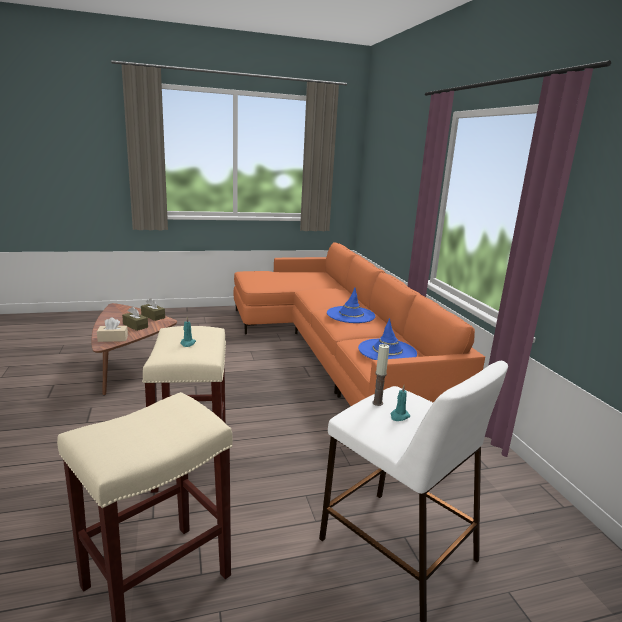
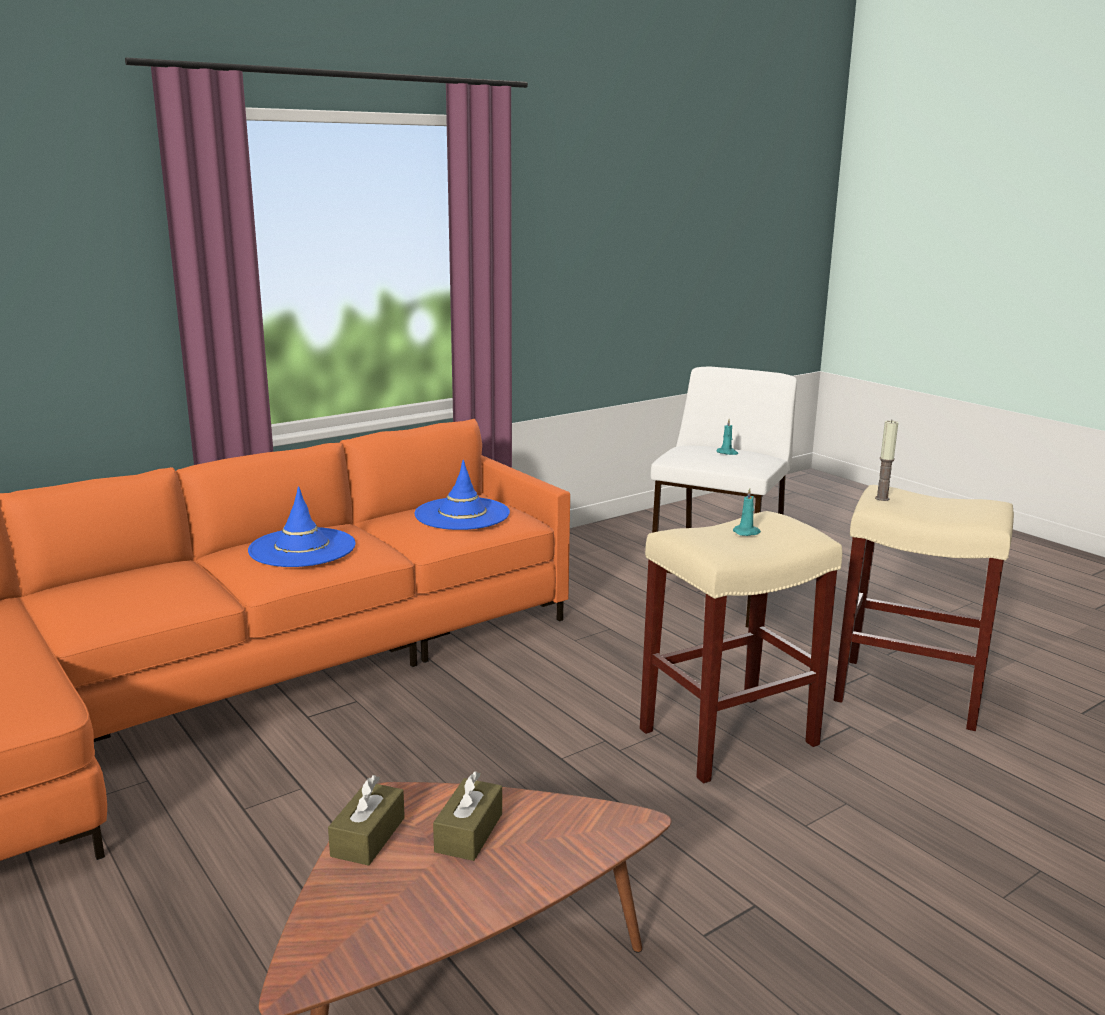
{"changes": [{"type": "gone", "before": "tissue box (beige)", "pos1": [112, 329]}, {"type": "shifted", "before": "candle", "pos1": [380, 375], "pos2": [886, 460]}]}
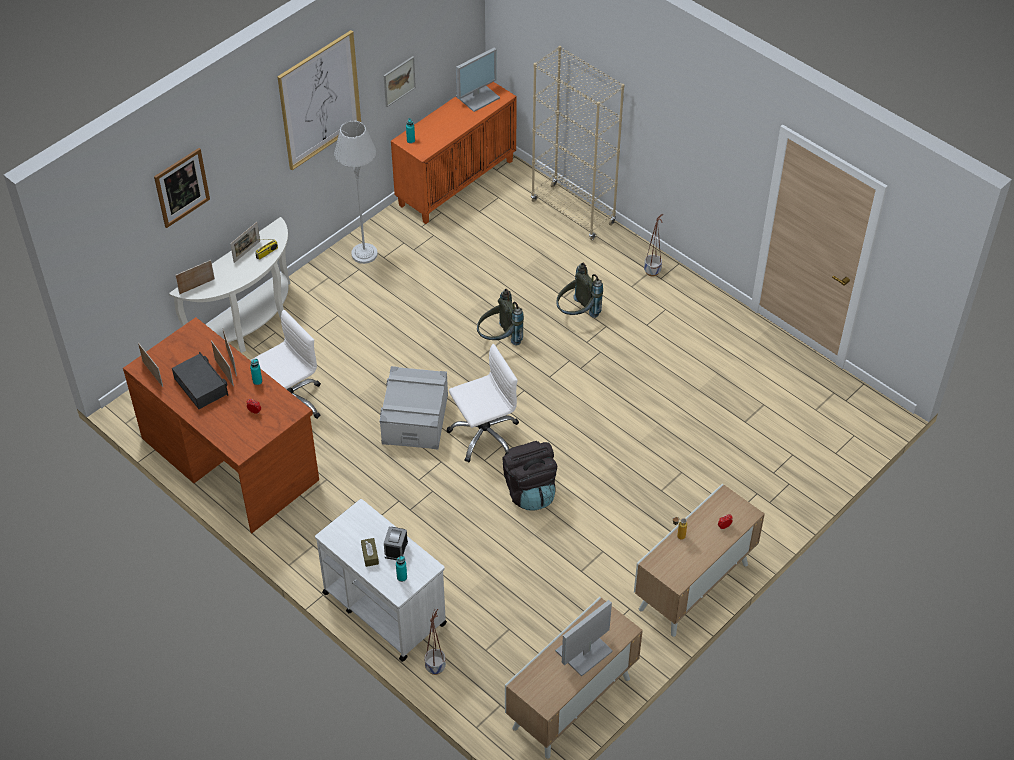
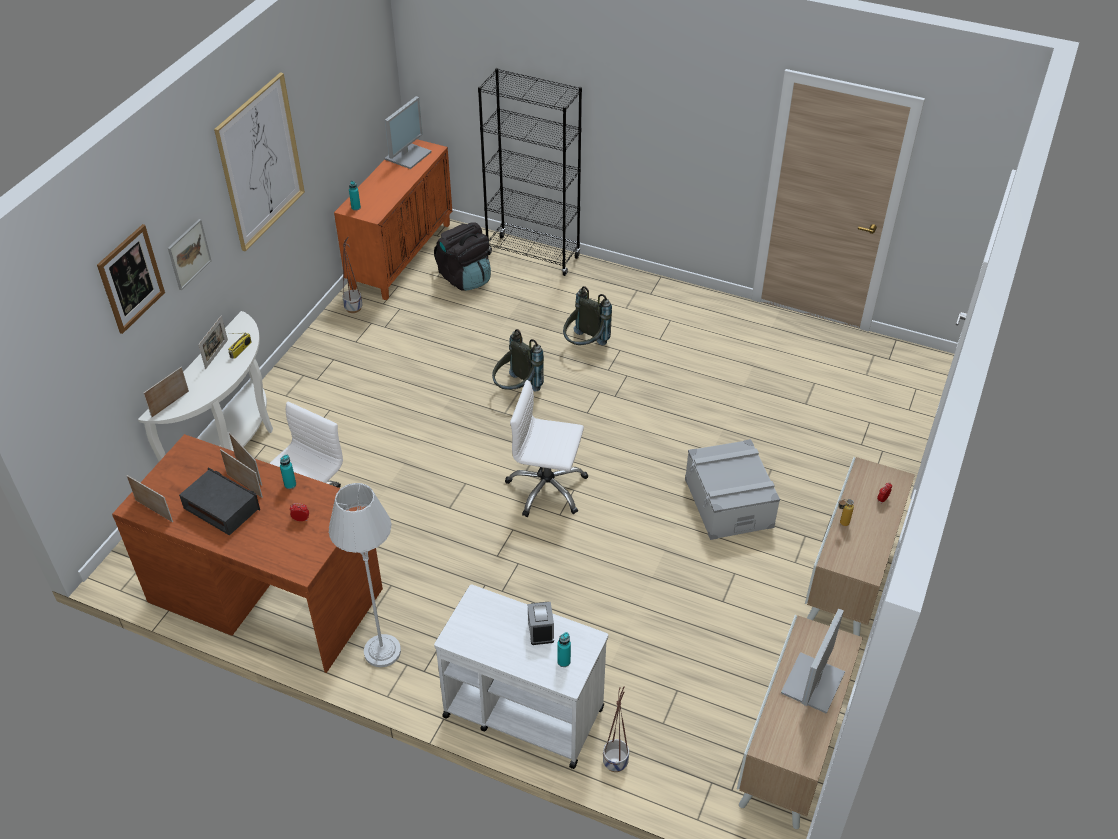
{"changes": [{"type": "shifted", "before": "floor lamp (grey)", "pos1": [356, 192], "pos2": [365, 575]}, {"type": "gone", "before": "tissue box (brown)", "pos1": [370, 552]}, {"type": "shifted", "before": "storage box (grey)", "pos1": [414, 407], "pos2": [732, 489]}, {"type": "shifted", "before": "picture", "pos1": [399, 81], "pos2": [190, 254]}, {"type": "rotated", "before": "office chair (white)", "pos1": [483, 403], "pos2": [546, 448], "turn": -120}, {"type": "shifted", "before": "backpack (black)", "pos1": [529, 476], "pos2": [462, 256]}, {"type": "repainted", "before": "bookcase (beige)", "after": "bookcase (black)", "pos1": [577, 143], "pos2": [530, 172]}, {"type": "shifted", "before": "planter", "pos1": [653, 245], "pos2": [352, 275]}]}
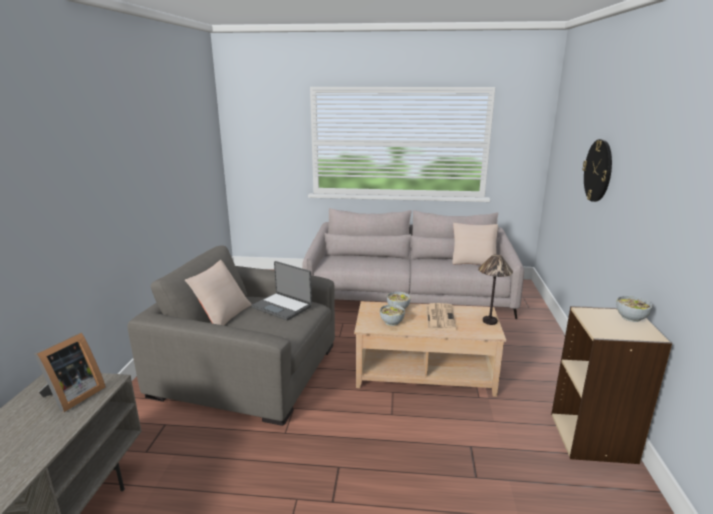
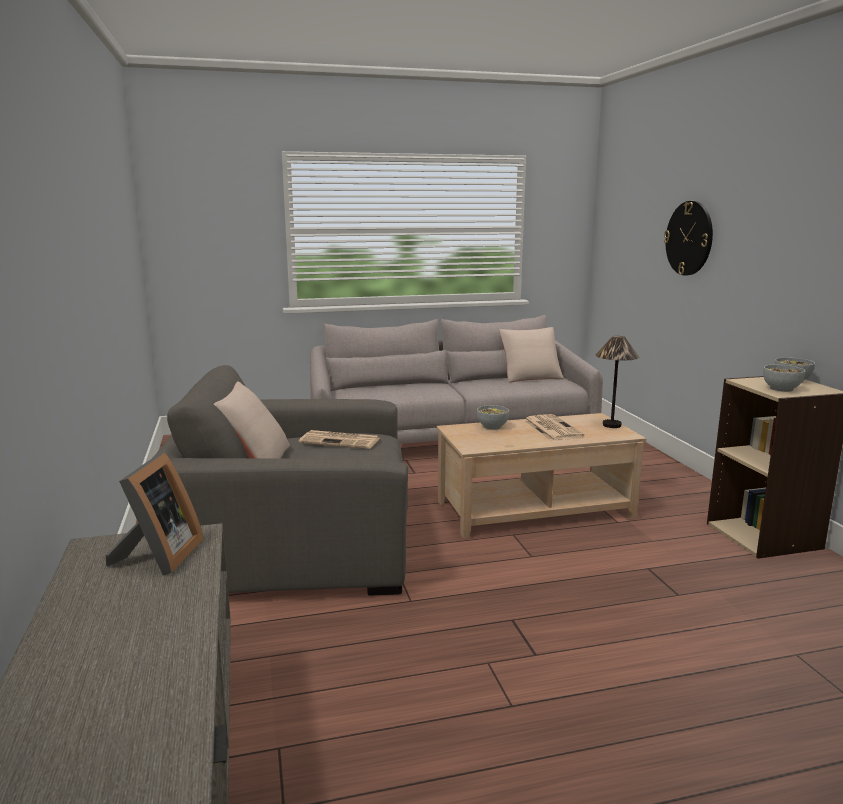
{"changes": [{"type": "swapped", "before": "laptop", "after": "newspaper", "pos1": [281, 291], "pos2": [339, 439]}, {"type": "shifted", "before": "bowl", "pos1": [392, 315], "pos2": [784, 378]}]}
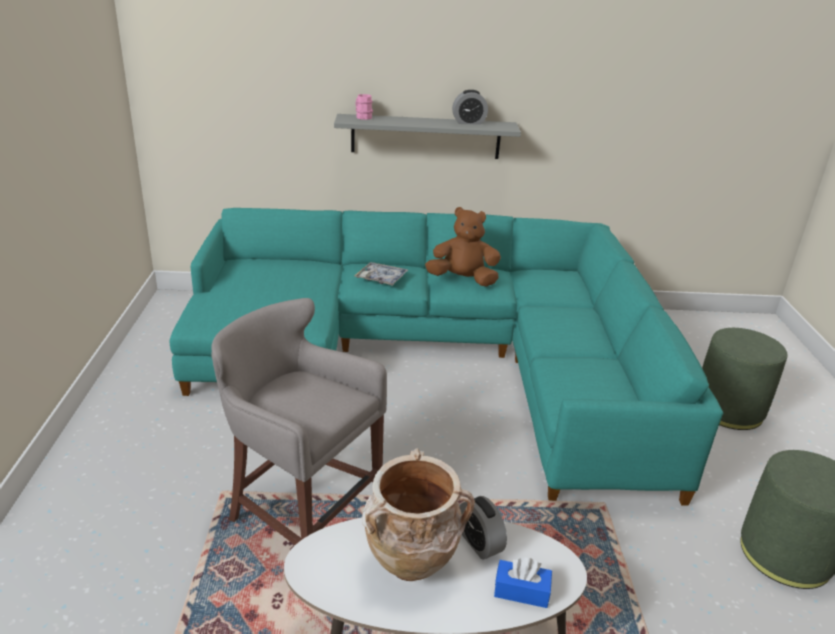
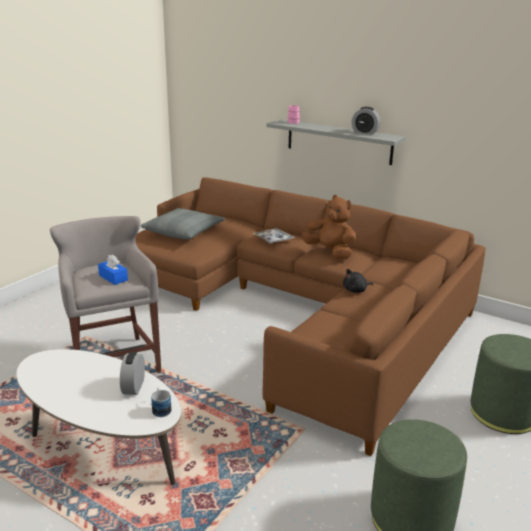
{"changes": [{"type": "repainted", "before": "sofa (turquoise)", "after": "sofa (brown)", "pos1": [446, 357], "pos2": [310, 316]}, {"type": "gone", "before": "vase (beige)", "pos1": [418, 514]}, {"type": "shifted", "before": "tissue box (blue)", "pos1": [523, 583], "pos2": [113, 270]}, {"type": "new", "after": "pillow (grey)", "pos2": [183, 223]}, {"type": "new", "after": "mug", "pos2": [161, 402]}, {"type": "new", "after": "plush toy (black)", "pos2": [358, 281]}]}
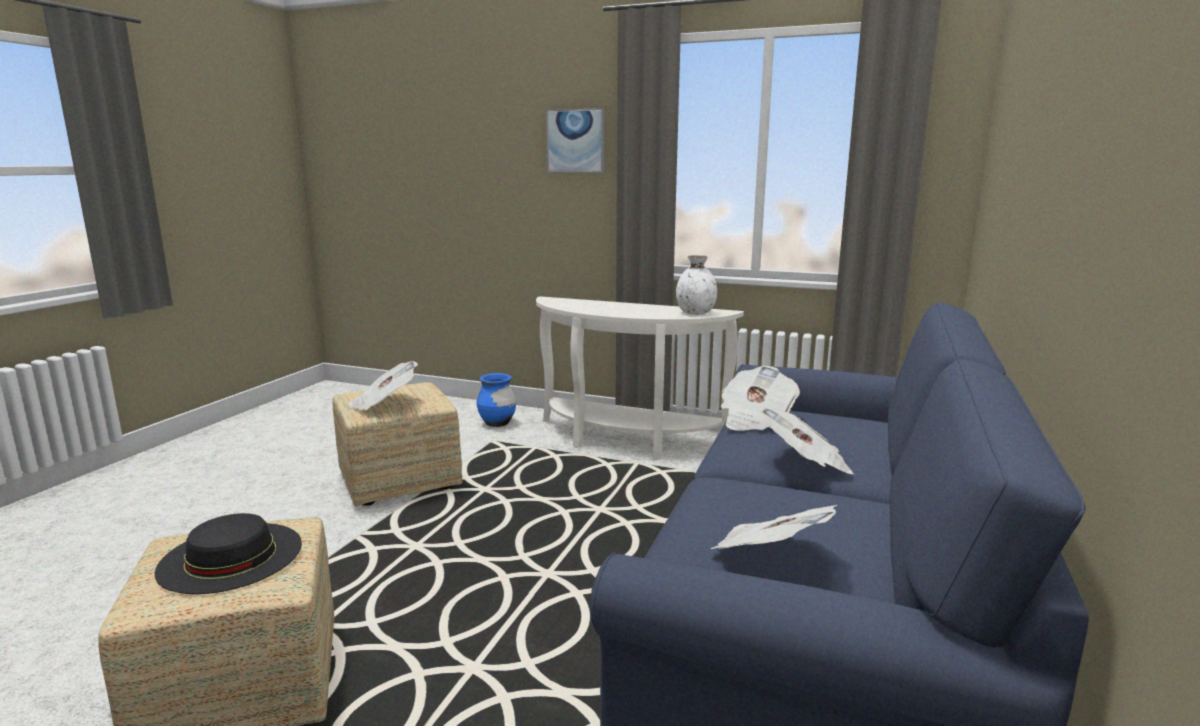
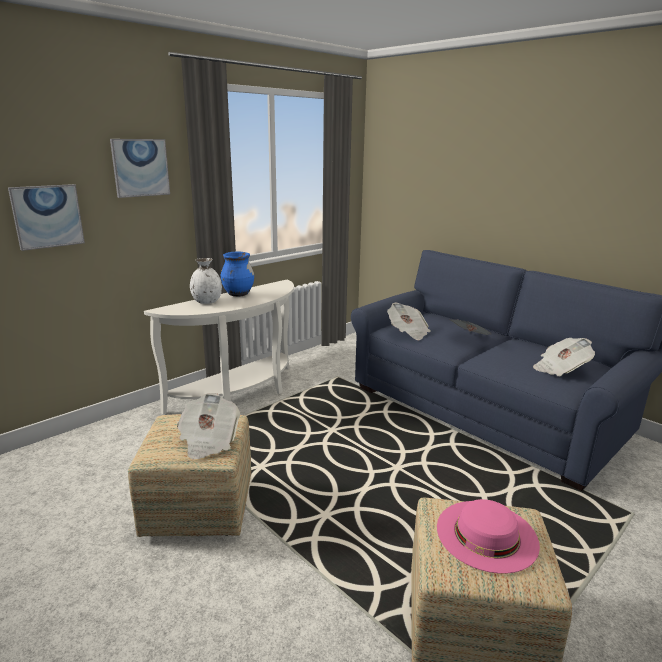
{"changes": [{"type": "repainted", "before": "hat (black)", "after": "hat (pink)", "pos1": [228, 553], "pos2": [488, 536]}, {"type": "shifted", "before": "vase (blue)", "pos1": [496, 400], "pos2": [237, 274]}, {"type": "shifted", "before": "vase (white)", "pos1": [696, 285], "pos2": [206, 281]}, {"type": "new", "after": "picture", "pos2": [46, 217]}]}
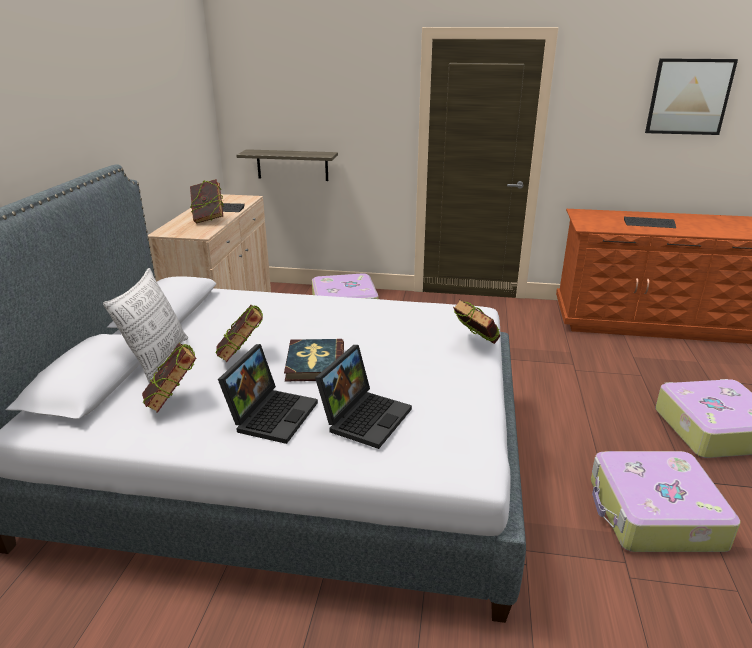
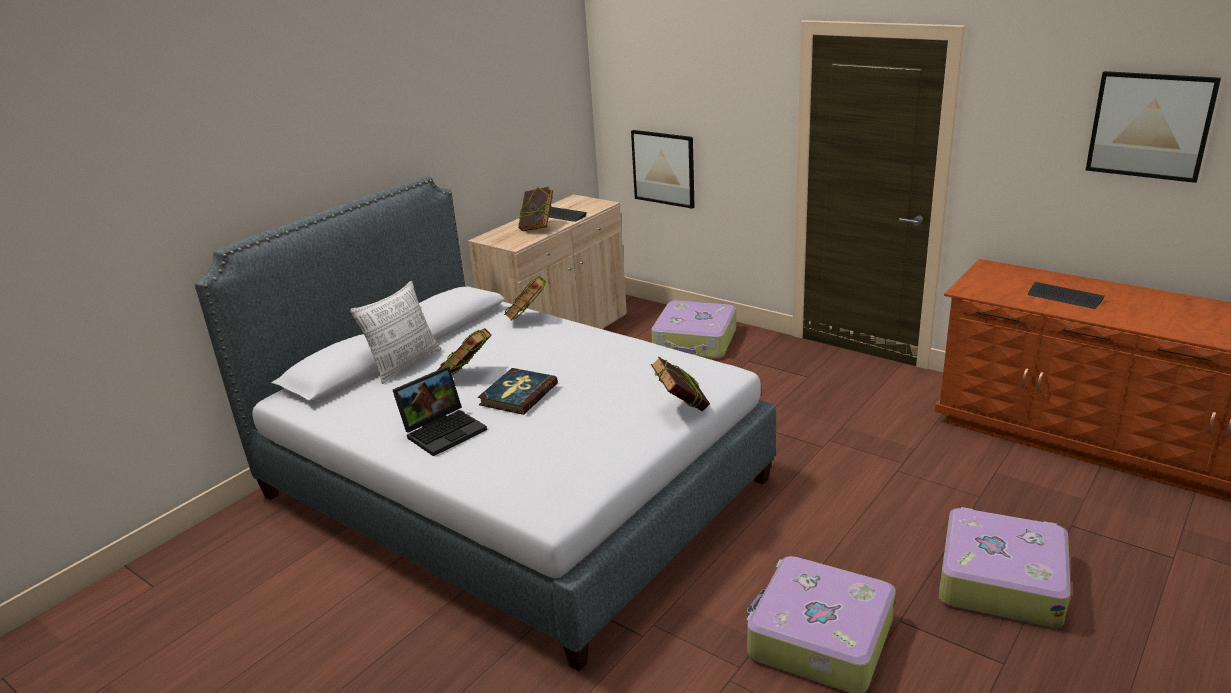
{"changes": [{"type": "shifted", "before": "book", "pos1": [169, 378], "pos2": [525, 298]}, {"type": "swapped", "before": "shelf", "after": "picture", "pos1": [287, 165], "pos2": [663, 169]}, {"type": "gone", "before": "laptop", "pos1": [363, 397]}]}
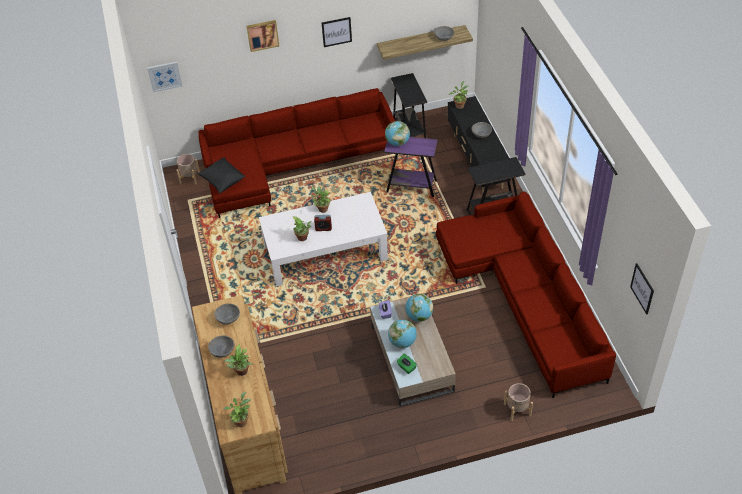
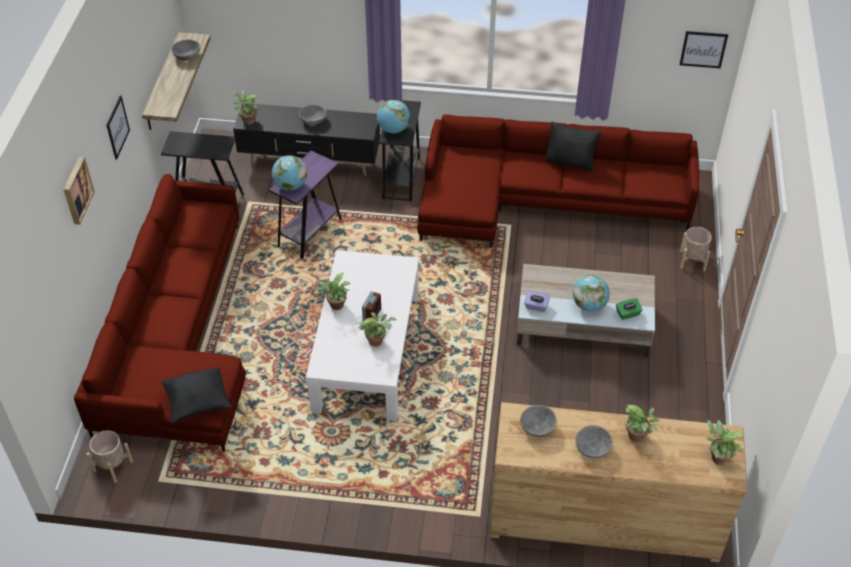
{"changes": [{"type": "gone", "before": "picture", "pos1": [164, 76]}, {"type": "shifted", "before": "globe", "pos1": [419, 308], "pos2": [393, 116]}, {"type": "new", "after": "pillow (black)", "pos2": [573, 147]}]}
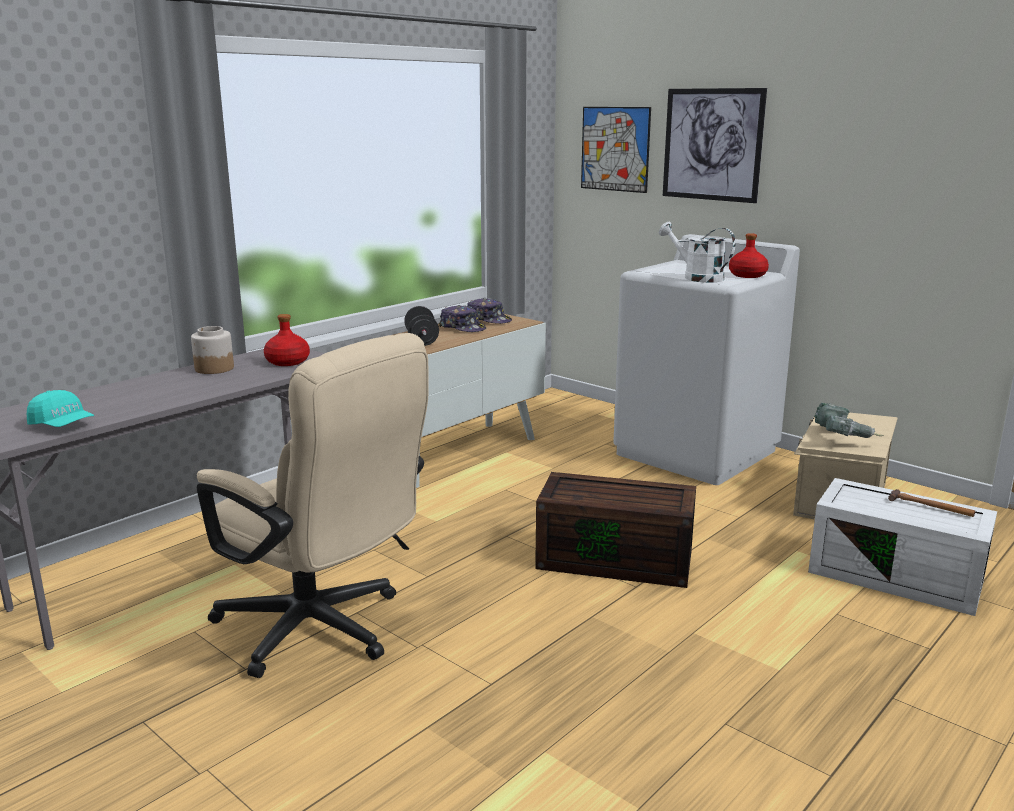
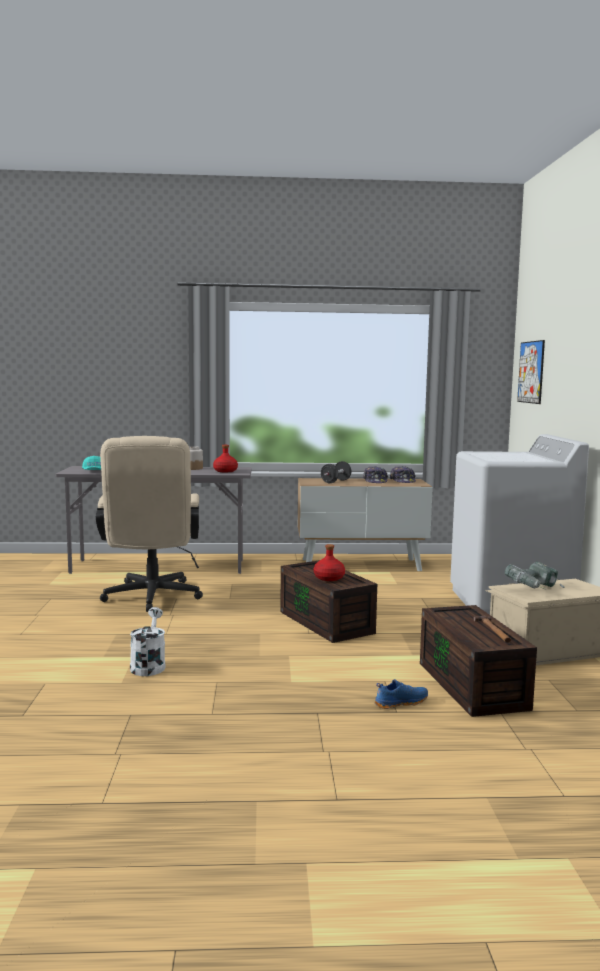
{"changes": [{"type": "shifted", "before": "watering can (white)", "pos1": [697, 252], "pos2": [147, 641]}, {"type": "gone", "before": "picture", "pos1": [715, 145]}, {"type": "shifted", "before": "bottle (red)", "pos1": [749, 255], "pos2": [329, 562]}, {"type": "repainted", "before": "storage box (white)", "after": "storage box (brown)", "pos1": [902, 547], "pos2": [478, 661]}, {"type": "new", "after": "shoe (blue)", "pos2": [401, 694]}]}
